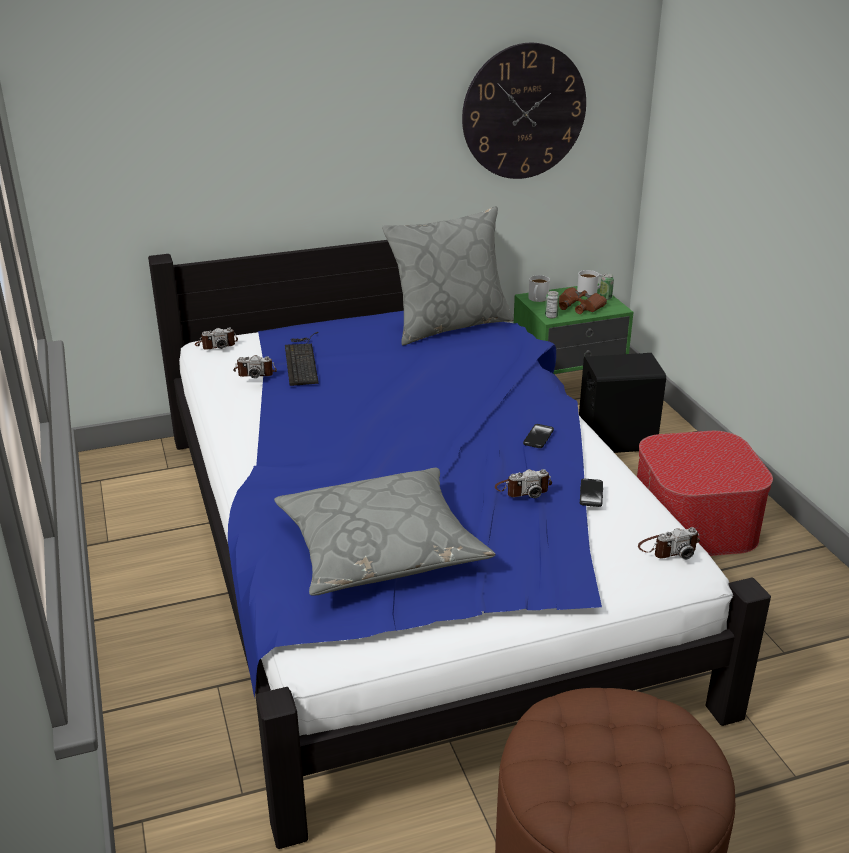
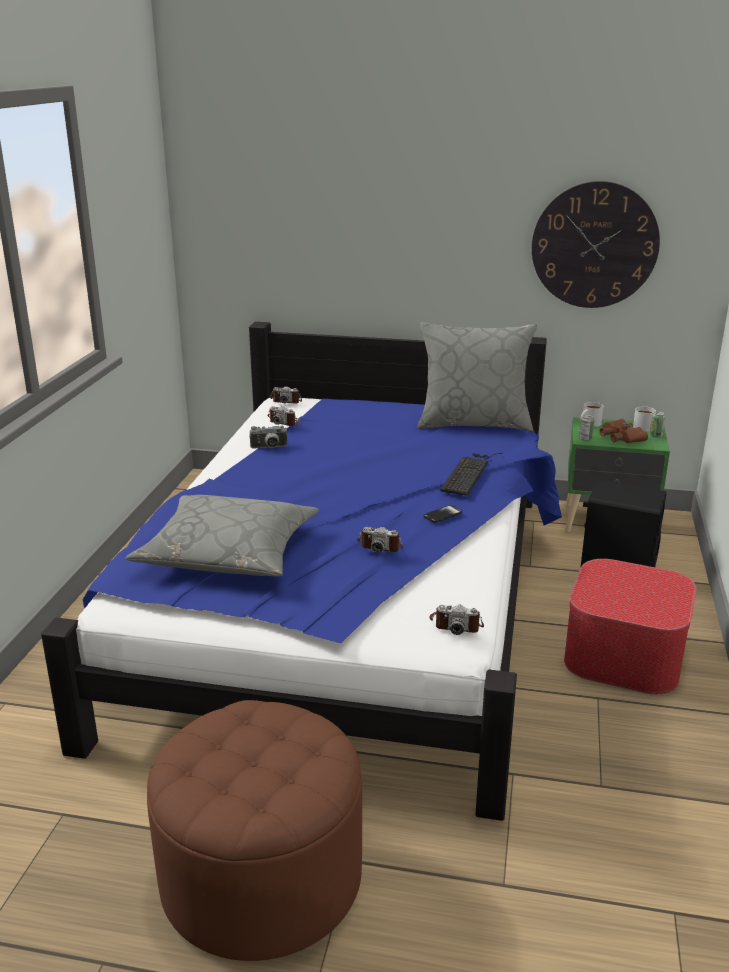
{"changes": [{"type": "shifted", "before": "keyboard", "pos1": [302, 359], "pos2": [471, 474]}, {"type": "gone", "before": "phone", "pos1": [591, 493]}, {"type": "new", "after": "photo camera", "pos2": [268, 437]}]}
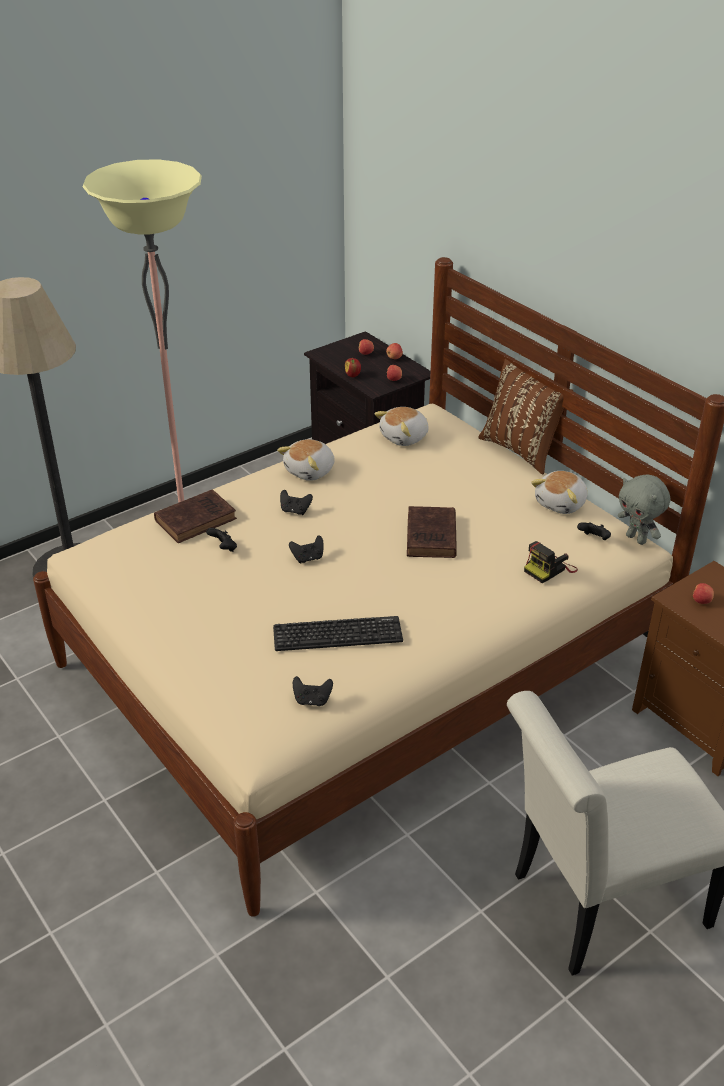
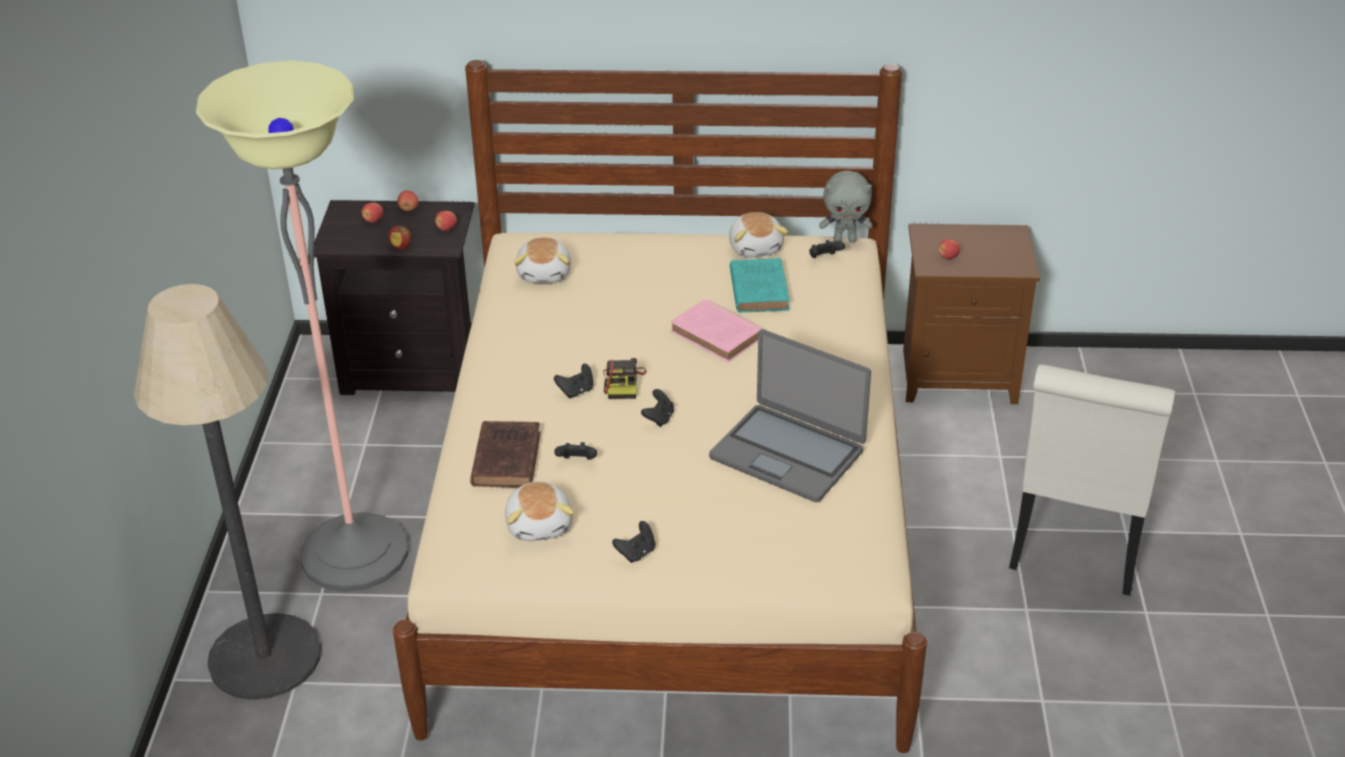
{"changes": [{"type": "swapped", "before": "keyboard", "after": "laptop", "pos1": [338, 633], "pos2": [790, 415]}, {"type": "shifted", "before": "plush toy", "pos1": [306, 460], "pos2": [539, 511]}, {"type": "shifted", "before": "game controller (black)", "pos1": [313, 691], "pos2": [633, 542]}, {"type": "repainted", "before": "book (brown)", "after": "book (pink)", "pos1": [432, 532], "pos2": [716, 330]}, {"type": "gone", "before": "pillow (brown)", "pos1": [526, 417]}, {"type": "shifted", "before": "photo camera", "pos1": [551, 562], "pos2": [624, 378]}, {"type": "new", "after": "book (turquoise)", "pos2": [760, 285]}]}
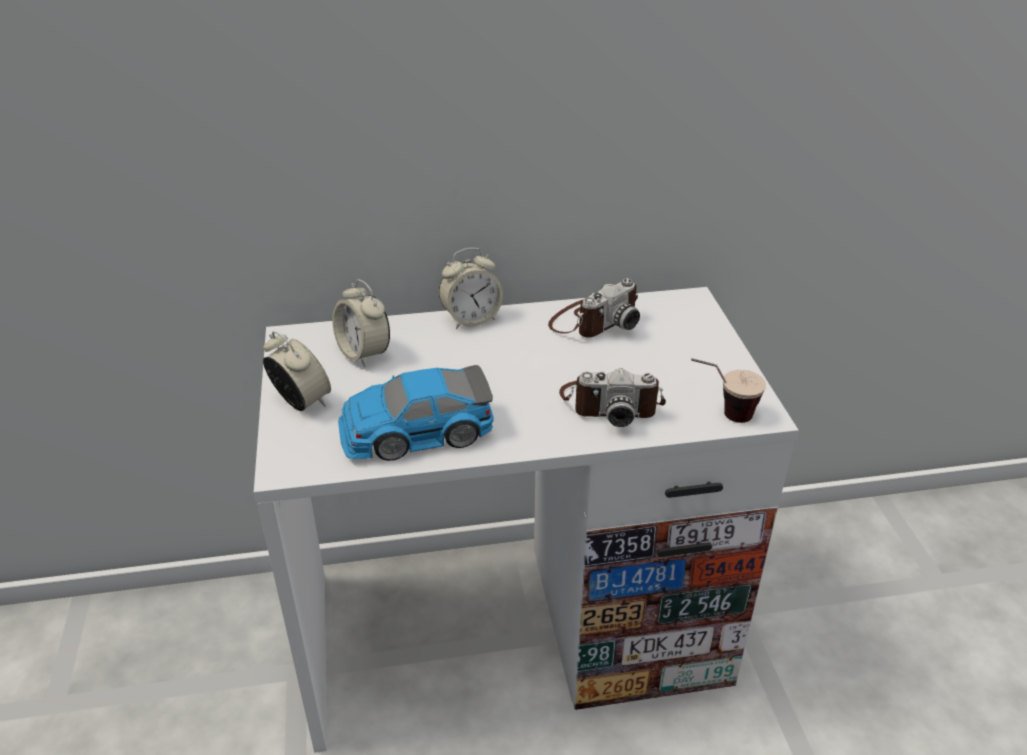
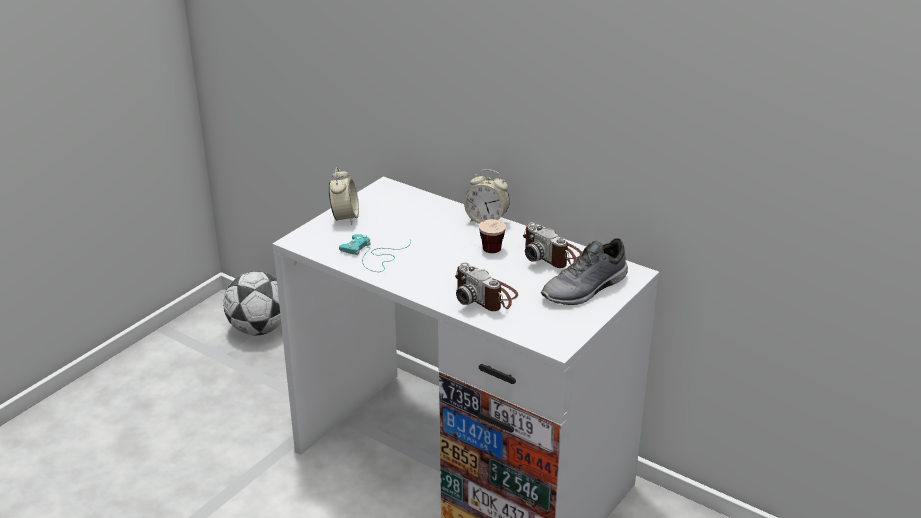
{"changes": [{"type": "gone", "before": "alarm clock", "pos1": [361, 323]}, {"type": "swapped", "before": "toy car", "after": "game controller (turquoise)", "pos1": [416, 413], "pos2": [375, 253]}, {"type": "rotated", "before": "photo camera", "pos1": [594, 308], "pos2": [552, 245], "turn": 45}, {"type": "shifted", "before": "cup", "pos1": [728, 390], "pos2": [486, 225]}, {"type": "new", "after": "football", "pos2": [252, 303]}, {"type": "new", "after": "shoe (grey)", "pos2": [584, 271]}]}
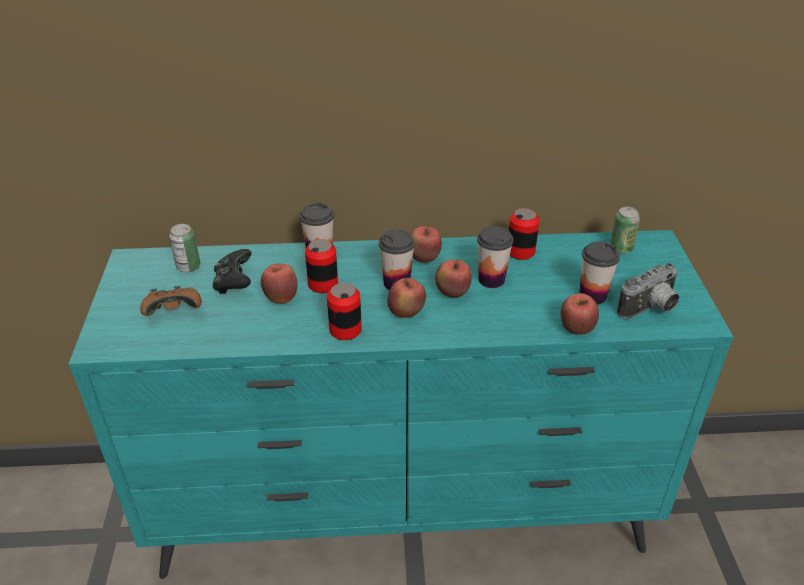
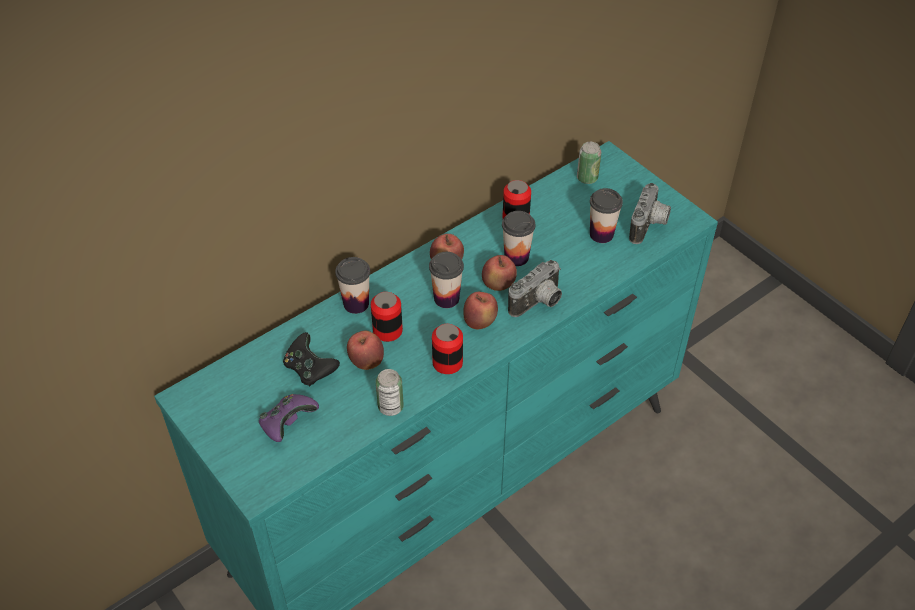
{"changes": [{"type": "repainted", "before": "game controller (brown)", "after": "game controller (purple)", "pos1": [171, 301], "pos2": [289, 418]}, {"type": "shifted", "before": "can", "pos1": [184, 248], "pos2": [390, 392]}, {"type": "gone", "before": "apple", "pos1": [580, 314]}, {"type": "new", "after": "photo camera", "pos2": [535, 288]}]}
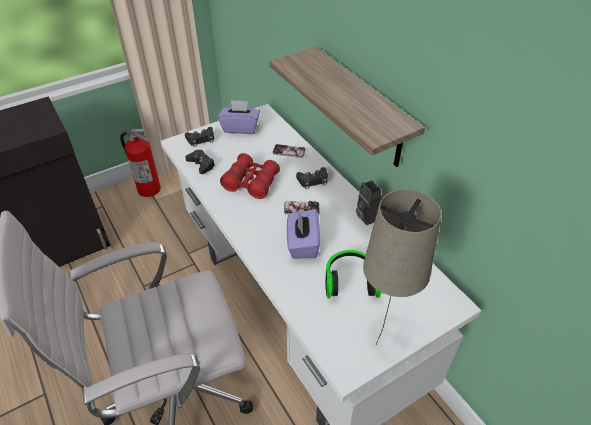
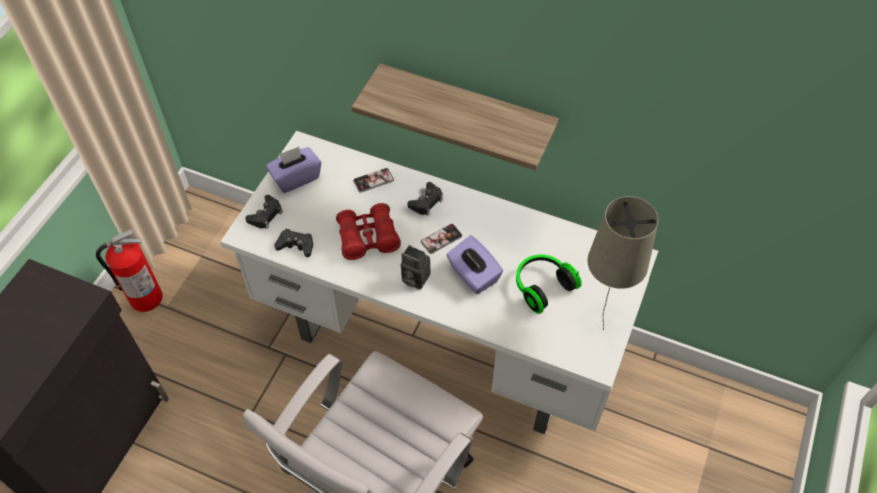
{"changes": [{"type": "shifted", "before": "photo camera", "pos1": [369, 203], "pos2": [416, 267]}]}
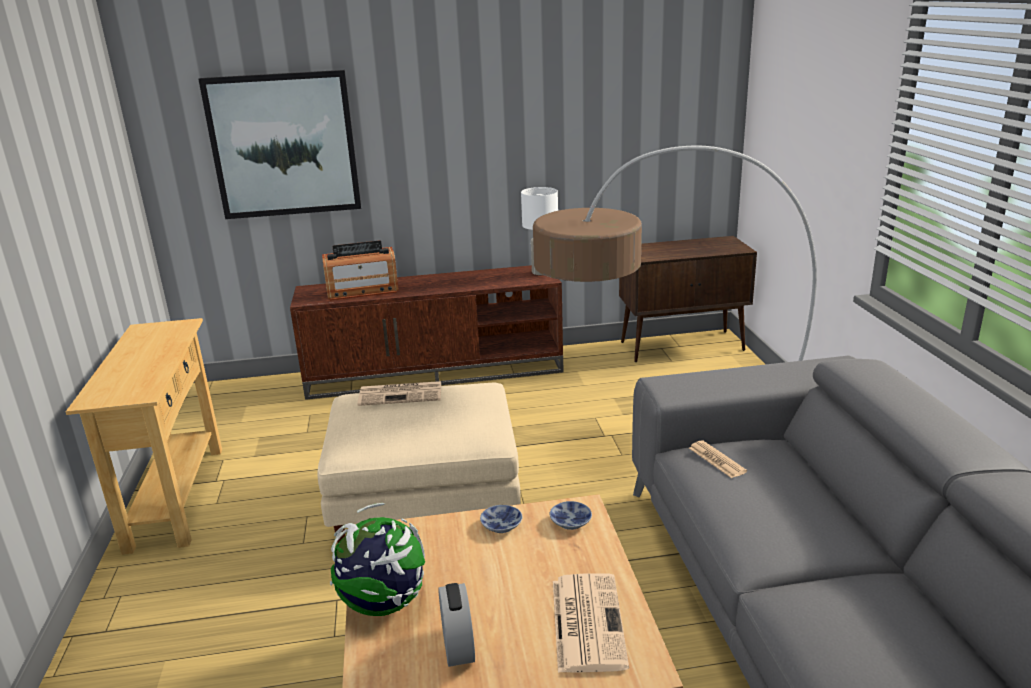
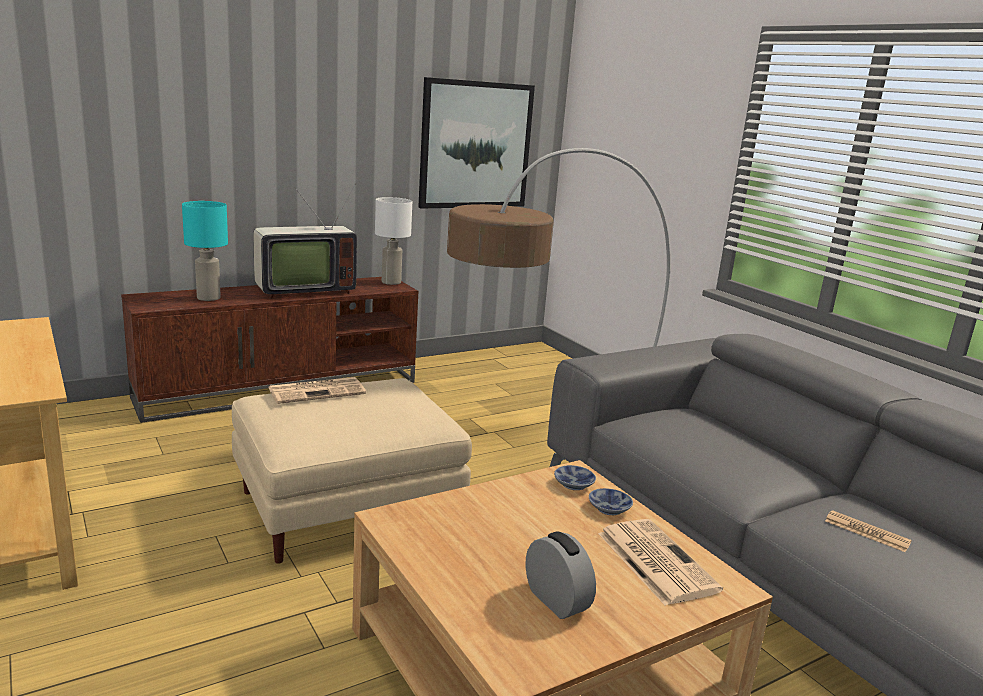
{"changes": [{"type": "shifted", "before": "picture", "pos1": [279, 144], "pos2": [476, 143]}, {"type": "swapped", "before": "radio", "after": "table lamp (turquoise)", "pos1": [360, 270], "pos2": [205, 251]}, {"type": "gone", "before": "globe", "pos1": [377, 559]}, {"type": "shifted", "before": "bowl", "pos1": [501, 519], "pos2": [611, 501]}, {"type": "gone", "before": "cabinet (brown)", "pos1": [688, 299]}, {"type": "shifted", "before": "newspaper", "pos1": [718, 459], "pos2": [868, 531]}, {"type": "new", "after": "television", "pos2": [305, 241]}]}
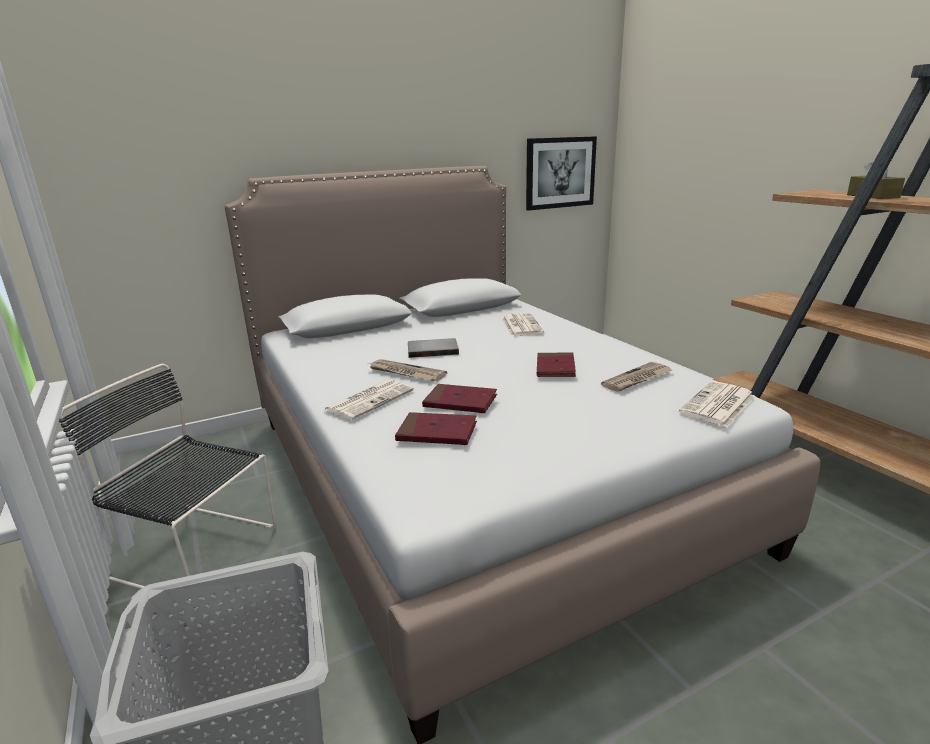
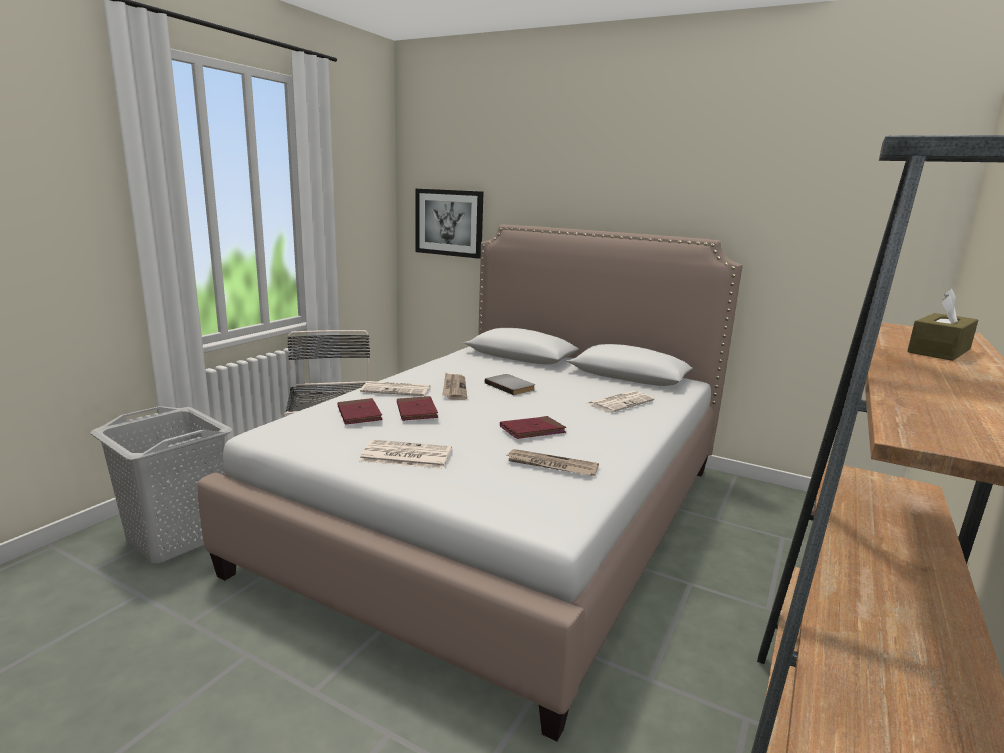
{"changes": [{"type": "shifted", "before": "picture", "pos1": [561, 173], "pos2": [449, 224]}, {"type": "shifted", "before": "newspaper", "pos1": [717, 404], "pos2": [405, 454]}]}
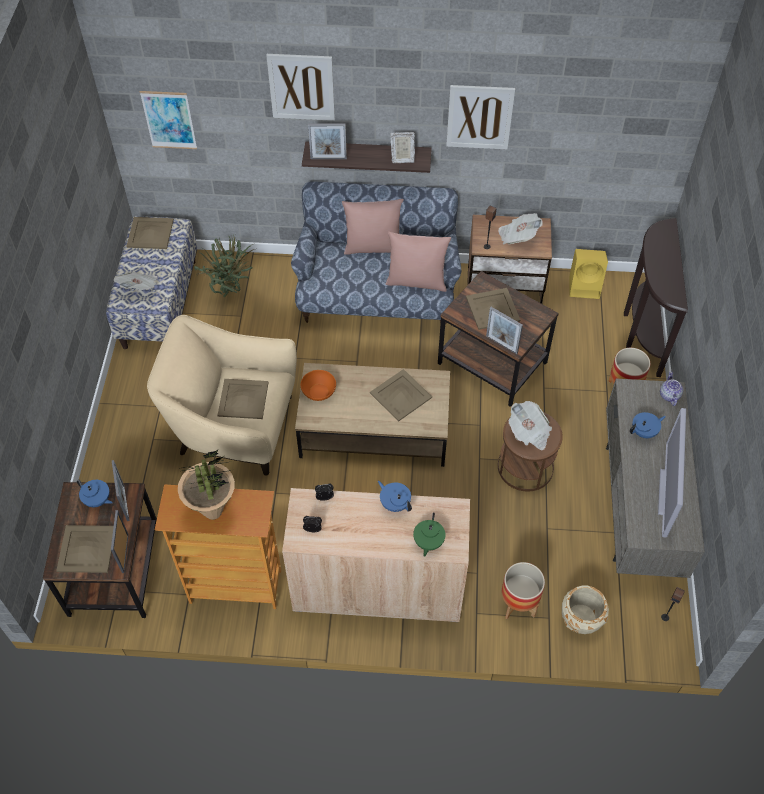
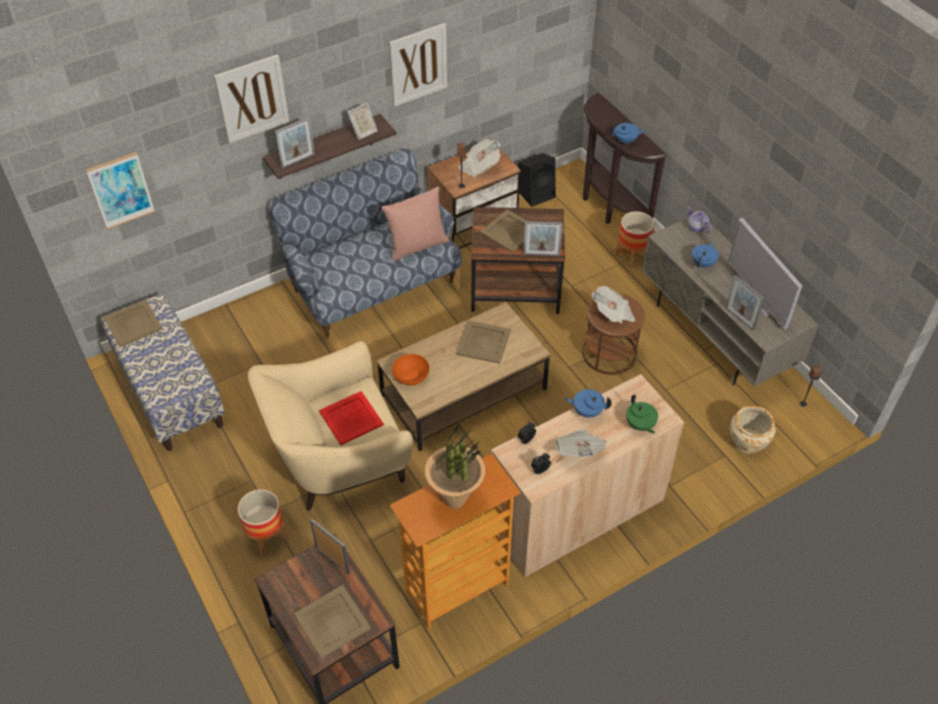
{"changes": [{"type": "shifted", "before": "teapot (blue)", "pos1": [95, 493], "pos2": [628, 134]}, {"type": "shifted", "before": "picture frame", "pos1": [120, 541], "pos2": [744, 302]}, {"type": "shifted", "before": "newspaper", "pos1": [136, 281], "pos2": [581, 443]}, {"type": "gone", "before": "potted plant", "pos1": [224, 266]}, {"type": "repainted", "before": "tray (beige)", "after": "tray (red)", "pos1": [243, 399], "pos2": [351, 418]}, {"type": "gone", "before": "pillow (pink)", "pos1": [373, 227]}, {"type": "shifted", "before": "planter", "pos1": [523, 590], "pos2": [262, 522]}, {"type": "repainted", "before": "speaker (yellow)", "after": "speaker (black)", "pos1": [589, 274], "pos2": [537, 180]}]}
